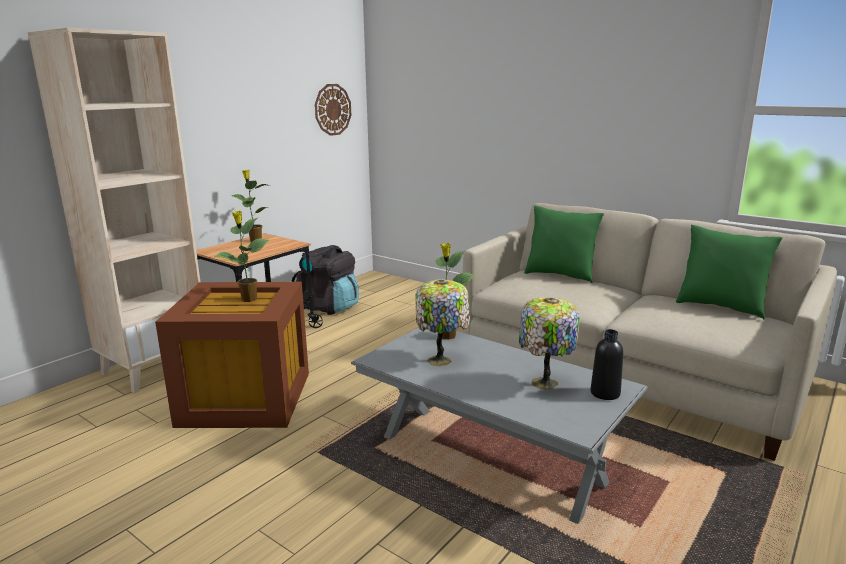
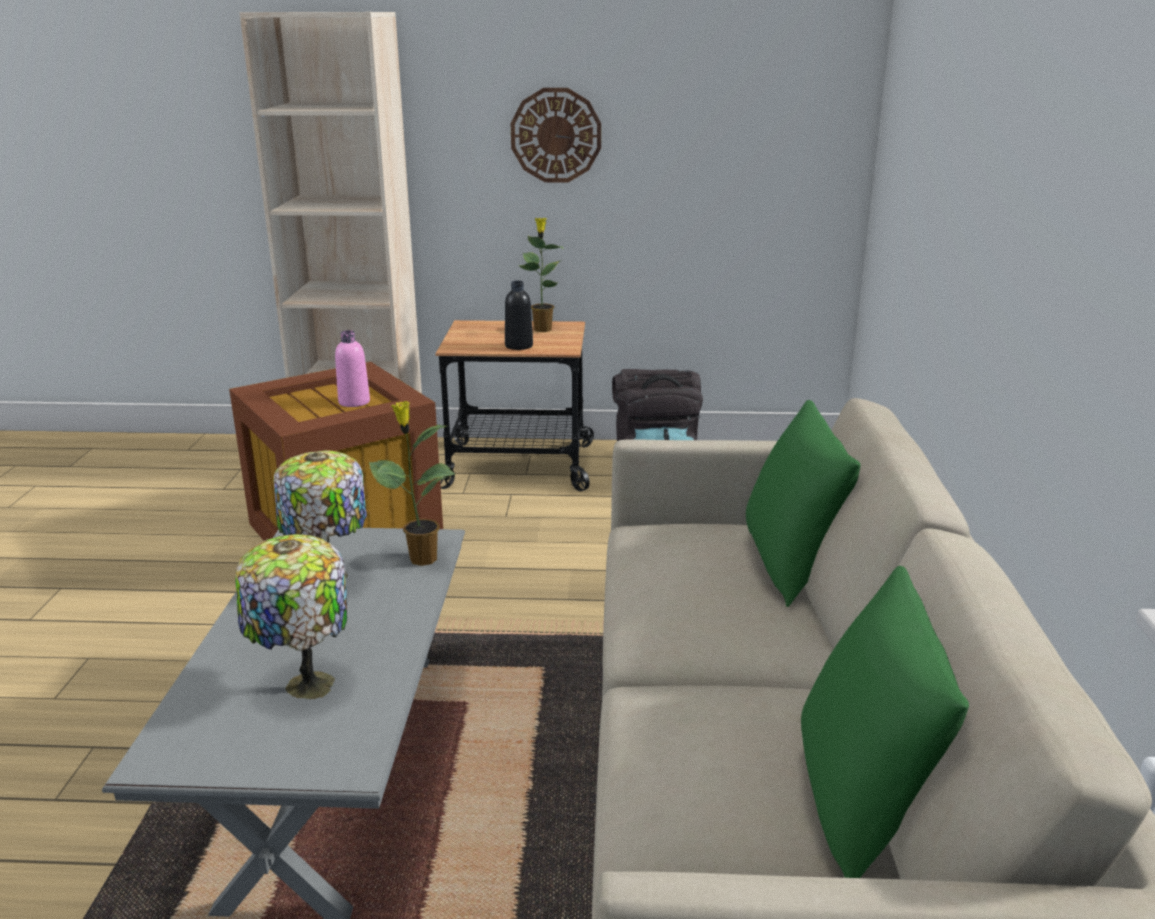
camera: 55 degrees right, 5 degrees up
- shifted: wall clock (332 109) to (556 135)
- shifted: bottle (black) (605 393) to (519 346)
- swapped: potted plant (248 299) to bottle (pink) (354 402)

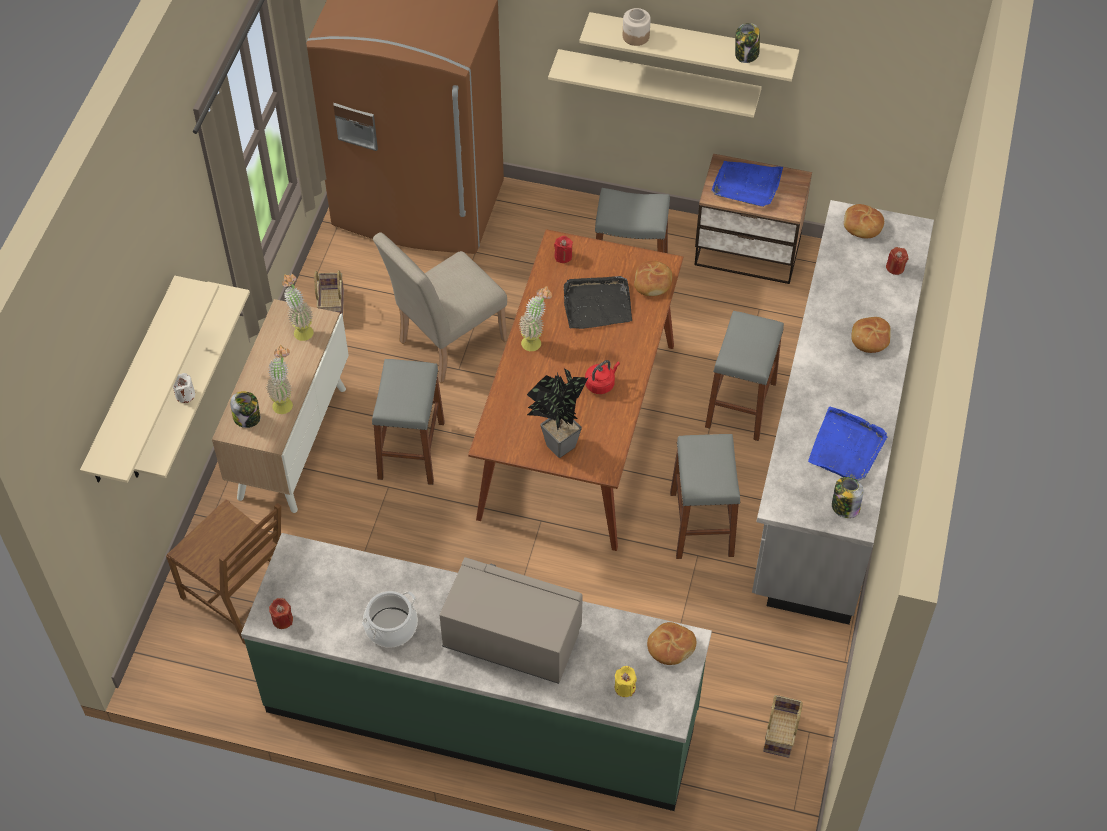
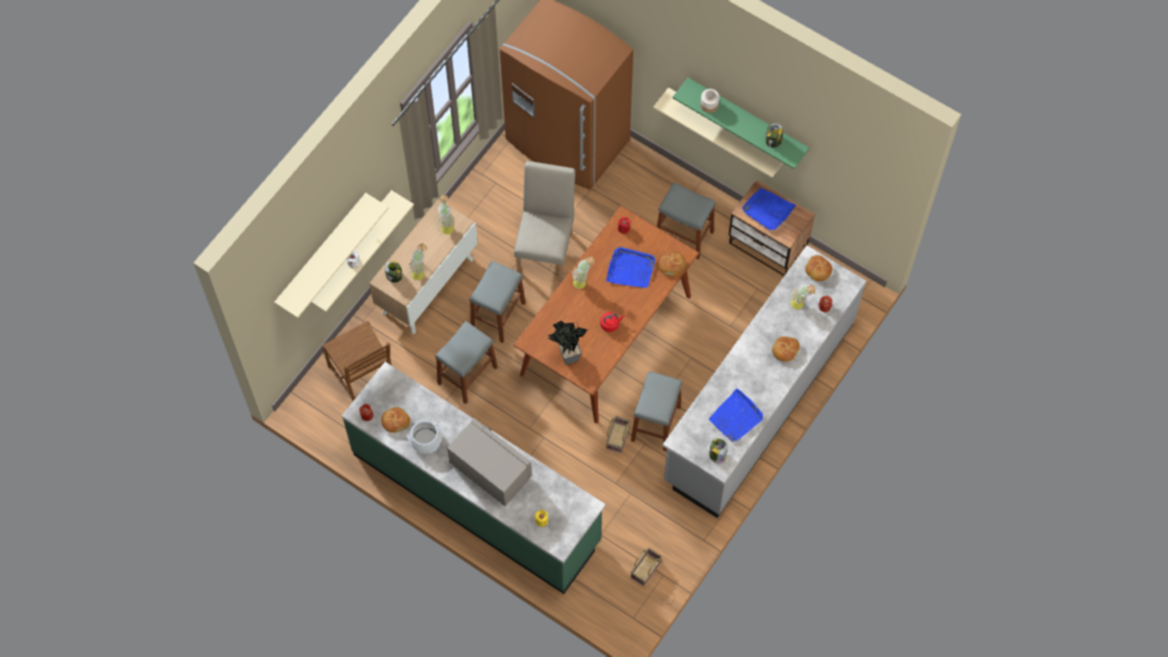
camera: 20 degrees right, 10 degrees up
- new: potted plant (800 305)
- shifted: basket (331 304) to (617 437)
- shifted: bread (670 647) to (395 421)
- shifted: stool (grey) (740 405) to (467 375)
- repainted: tray (black) (596 304) to tray (blue) (630 269)
- repainted: shelf (beige) (692 46) to shelf (green) (747 119)
- rotated: chair (beige) (445 344) = (546 249) 120 degrees clockwise

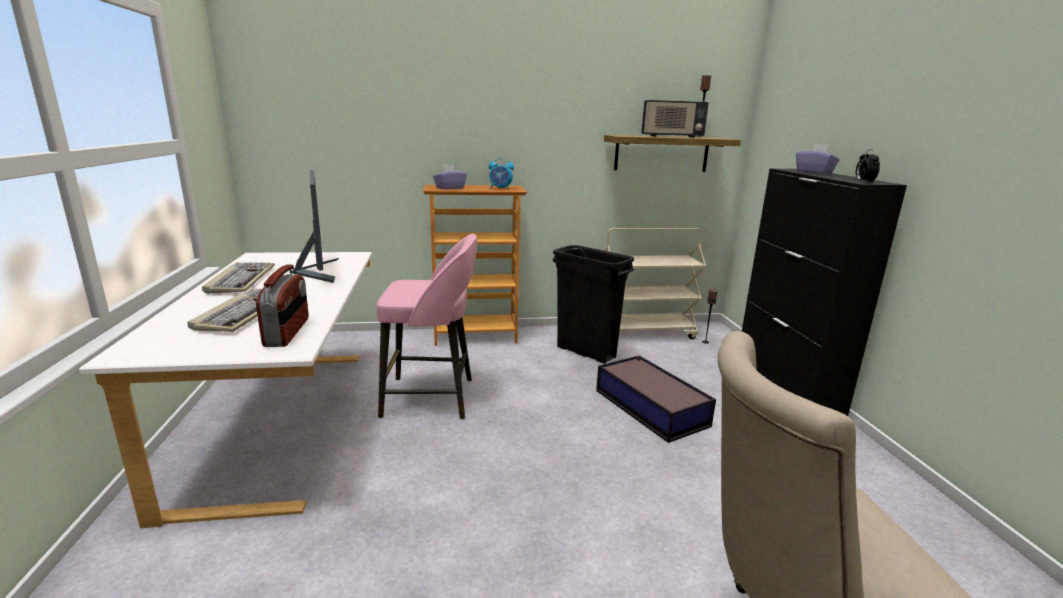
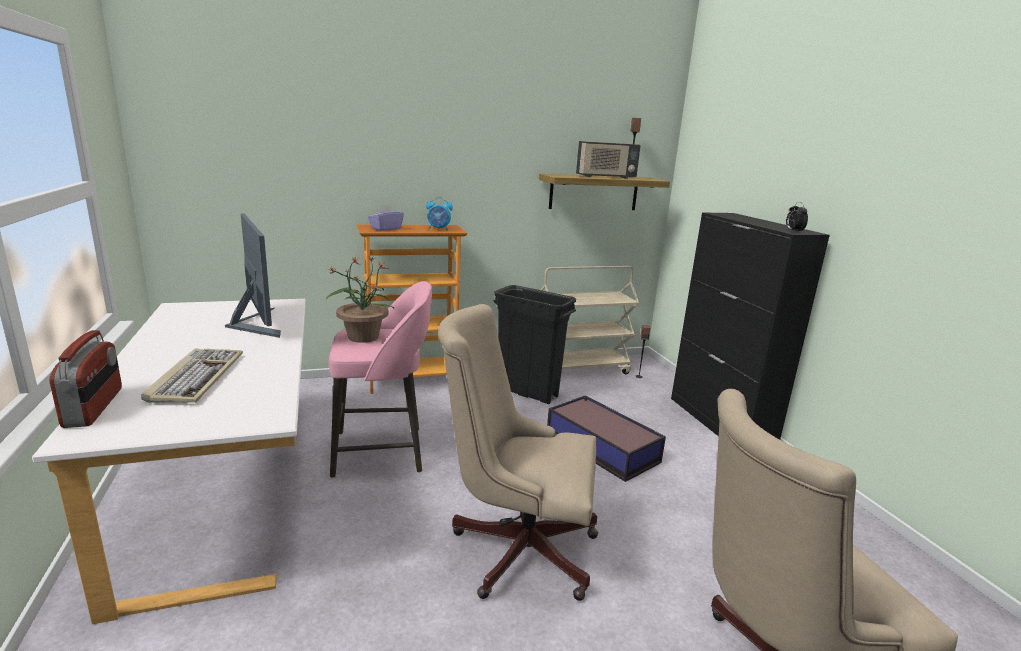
camera: 10 degrees left, 0 degrees up
- gone: keyboard (241 280)
- gone: tissue box (purple) (814 172)
- new: potted plant (362 336)
- new: office chair (beige) (515 547)
- shifted: radio (288 332) to (94 407)

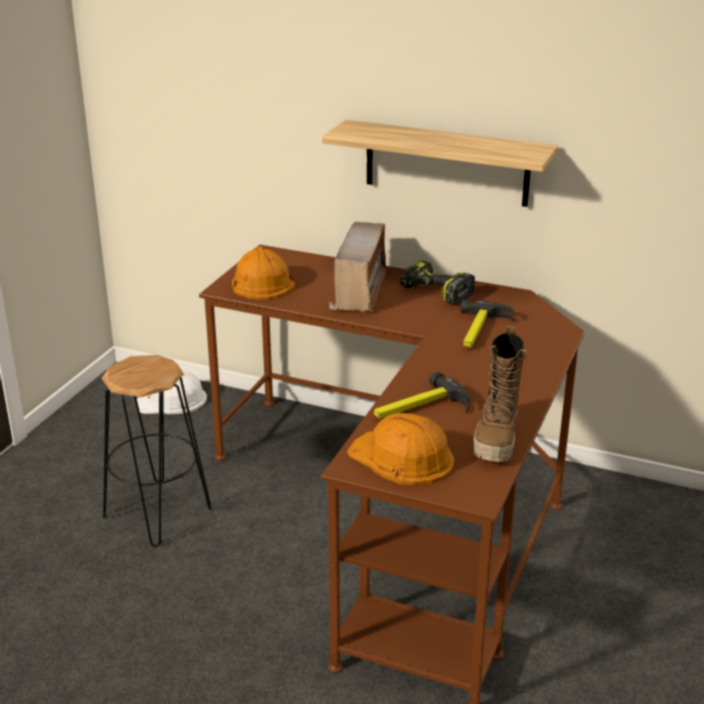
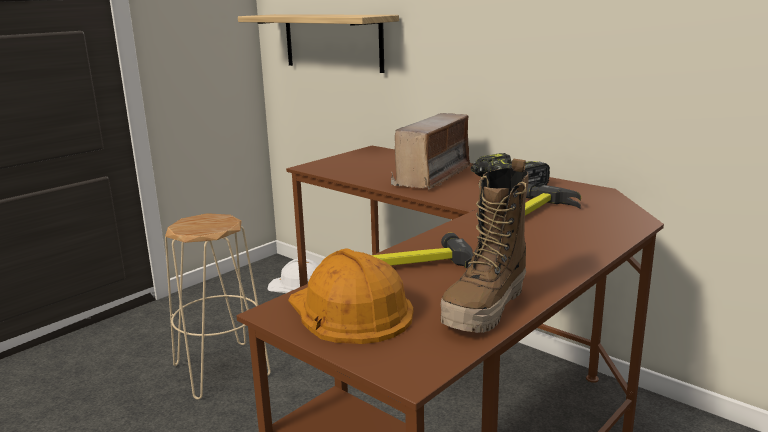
camera: 20 degrees right, 10 degrees down
- gone: hard hat (orange) (261 282)
- shifted: shelf (446 163) to (332 42)
- repainted: stool (black) (158 512) to stool (beige) (222 369)

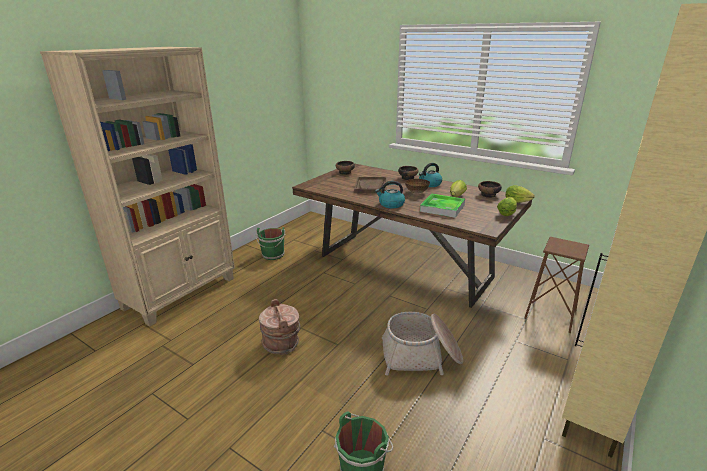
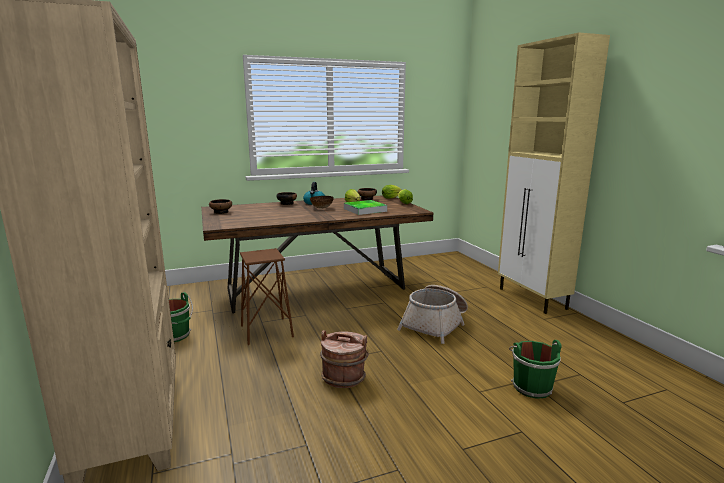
camera: 55 degrees left, 10 degrees down
- gone: tray (brown) (371 186)
- gone: kettle (391 204)
- shifted: stool (brown) (550 315) to (266 331)

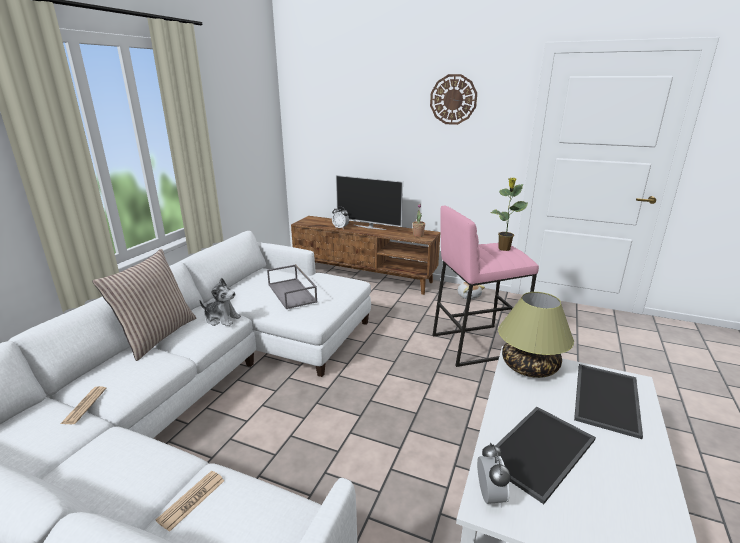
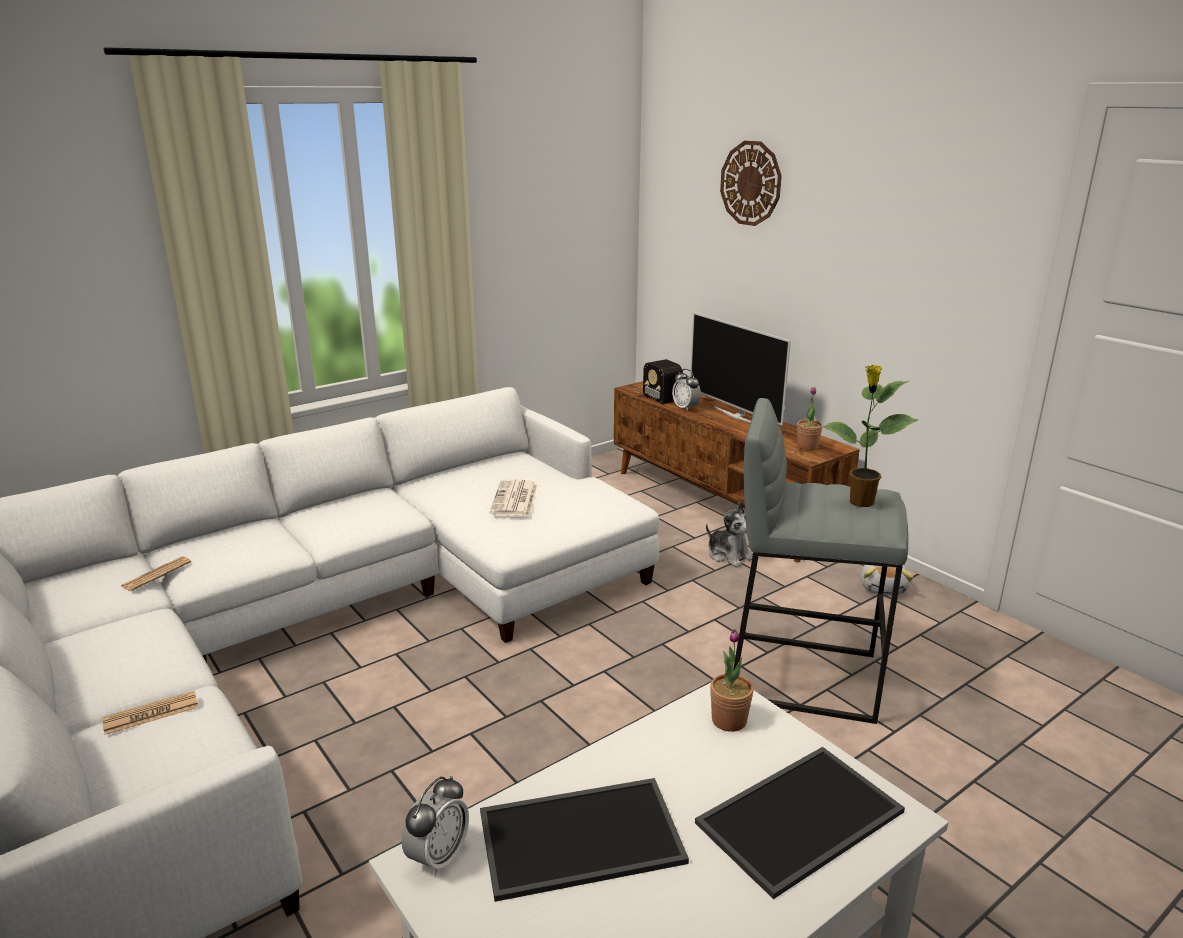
camera: 30 degrees right, 0 degrees up
- gone: pillow (157 335)
- new: radio (656 393)
- shifted: plush toy (222 319) to (728 555)
- shifted: wall clock (453 99) to (751 183)
- swapped: tray (grey) (292 293) to newspaper (515 500)
- swapped: table lamp (529 367) to potted plant (729 720)
- repainted: stool (pink) (475 344) to stool (grey) (803 675)

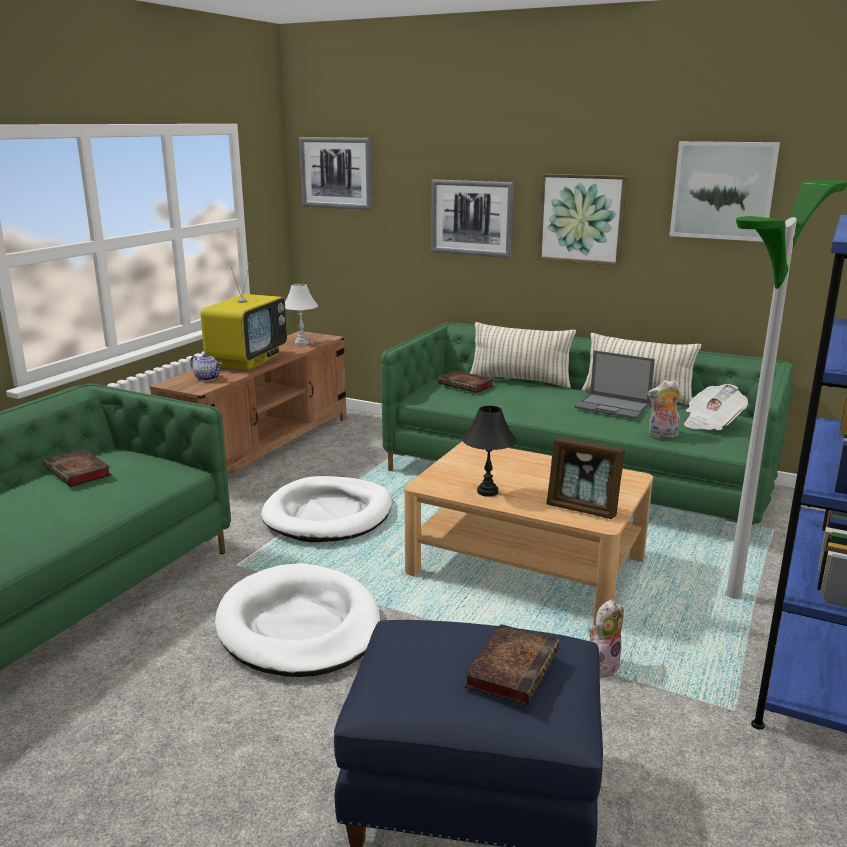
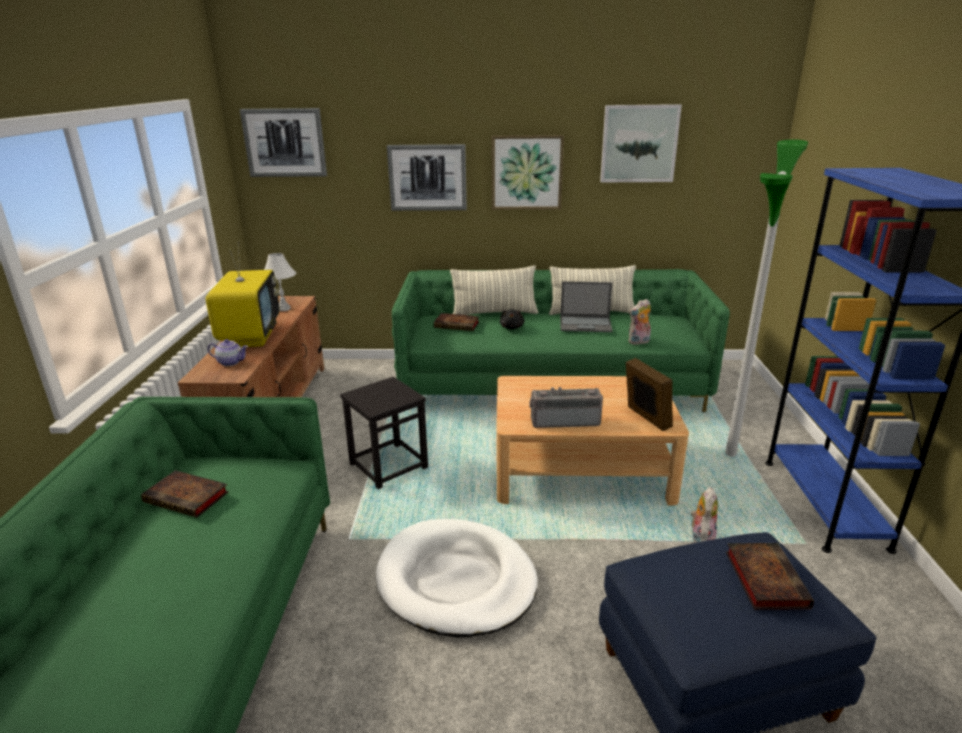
camera: 25 degrees left, 5 degrees up
- gone: newspaper (711 423)
- new: plush toy (black) (512 327)
- swapped: dog bed (white) (328 514) to stool (black) (388 465)
- swapped: table lamp (black) (487 492) to radio (564 420)
- rotated: picture frame (583 509) = (646 418) 120 degrees counterclockwise

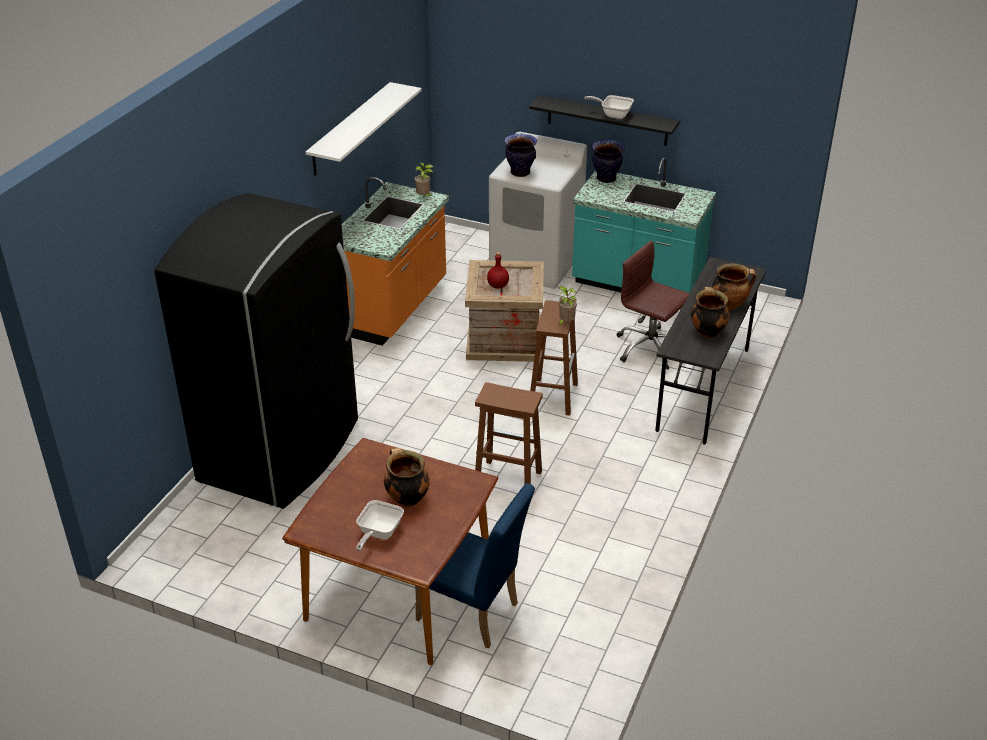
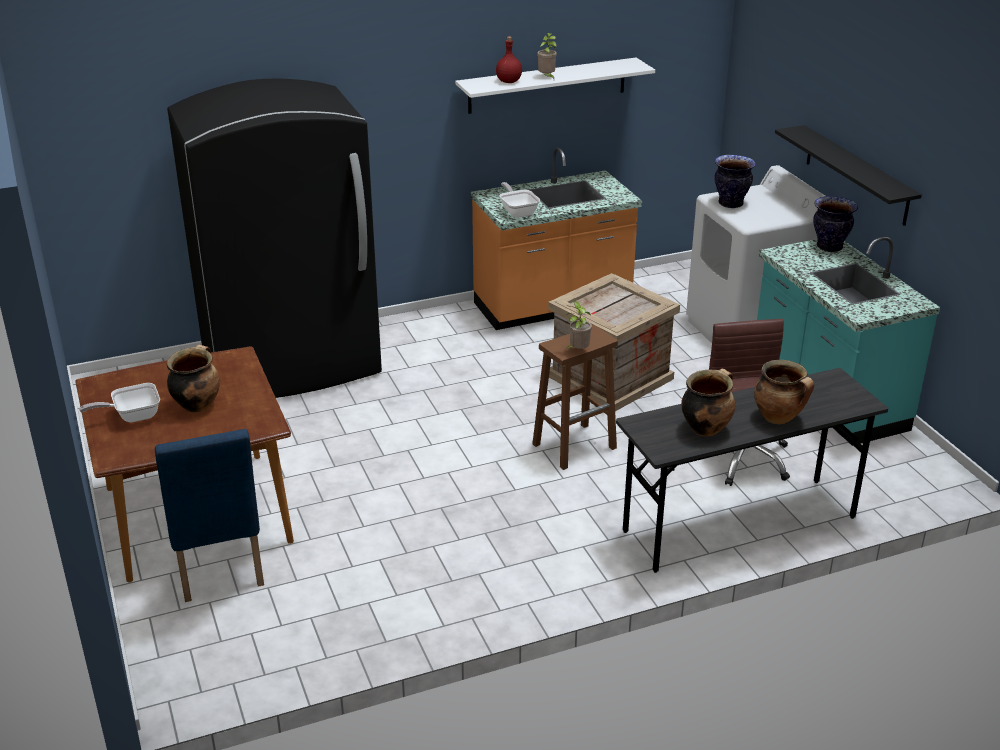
camera: 45 degrees right, 5 degrees down
- gone: stool (brown) (507 480)
- shifted: potted plant (424 197) to (547 78)
- shifted: bottle (red) (498 285) to (509 81)
- shifted: frying pan (613 114) to (518 212)

